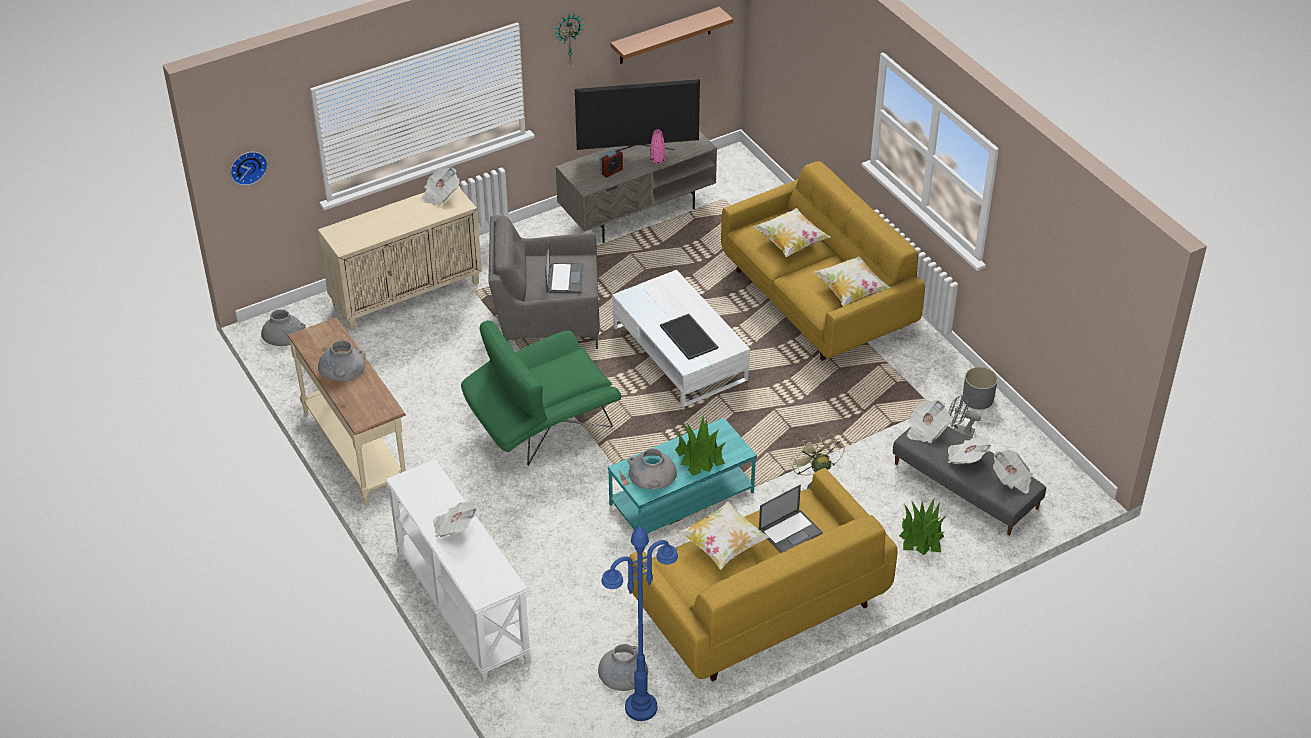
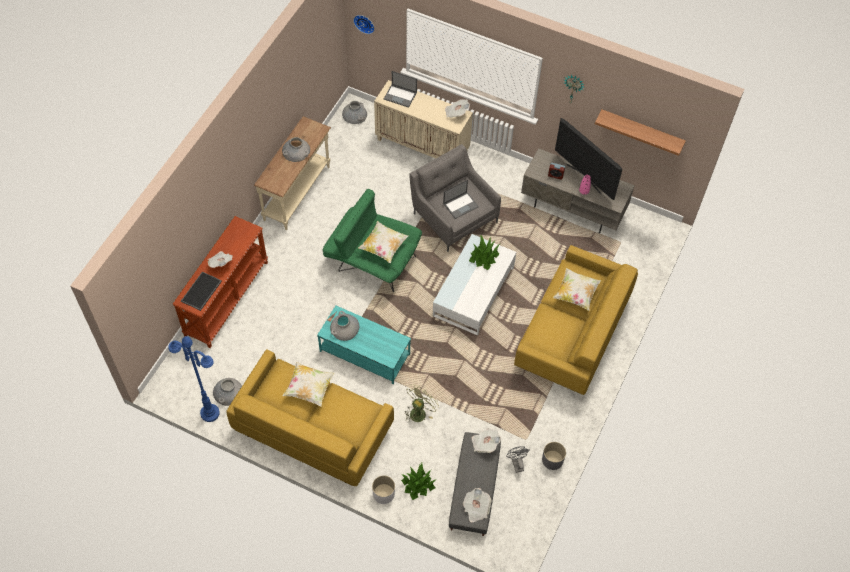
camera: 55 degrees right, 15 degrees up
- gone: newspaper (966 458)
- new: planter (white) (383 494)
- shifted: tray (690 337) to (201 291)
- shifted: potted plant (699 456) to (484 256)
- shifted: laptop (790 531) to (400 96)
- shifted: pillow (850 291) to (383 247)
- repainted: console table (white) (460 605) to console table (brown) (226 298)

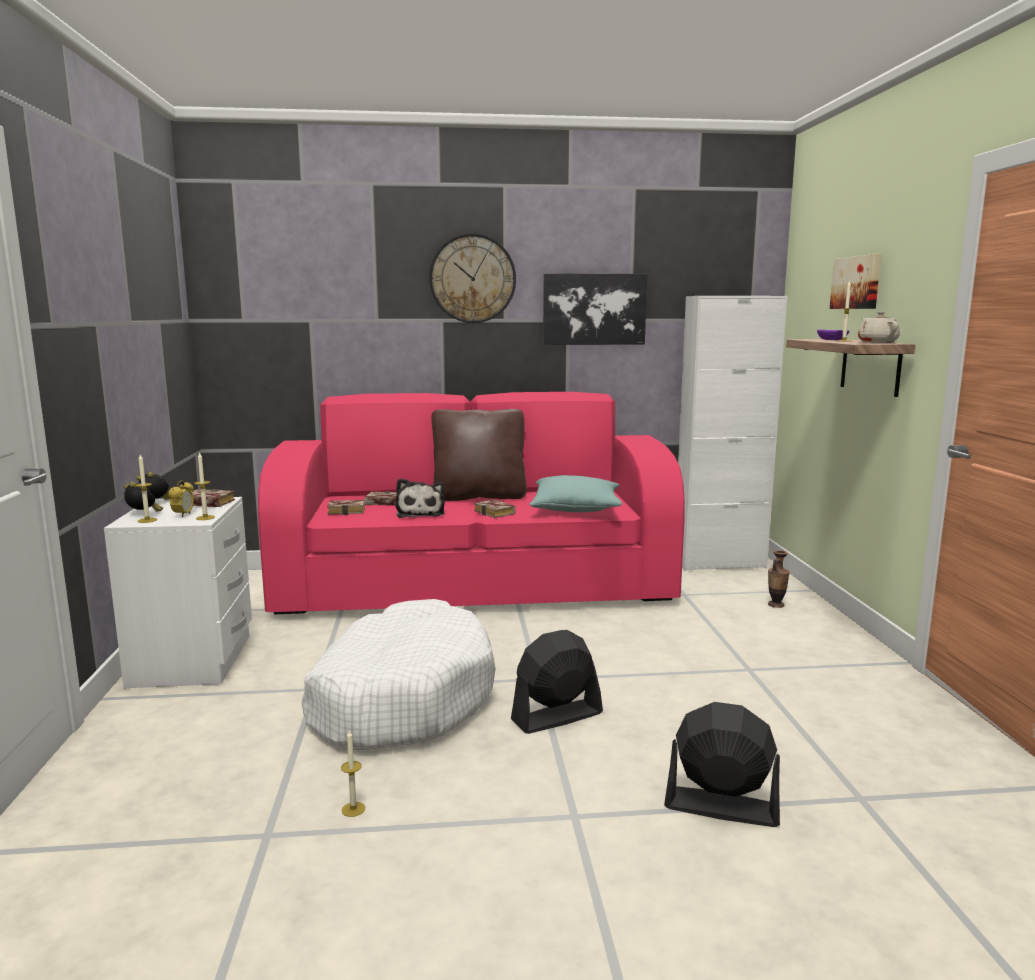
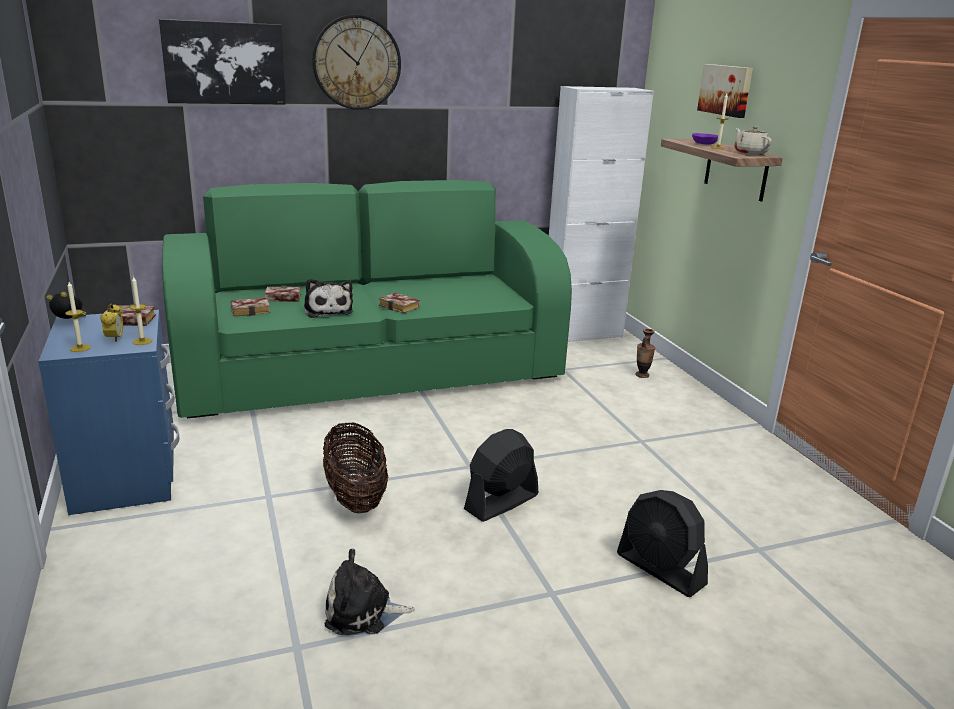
camera: 15 degrees left, 10 degrees up
- gone: alarm clock (143 514)
- gone: pillow (brown) (479 496)
- gone: pillow (turquoise) (576 508)
- shifted: picture (594 309) to (224 63)
- swapped: dog bed (white) (401 697) to basket (355 497)
- swapped: candle (353 809) to plush toy (363 612)
- repainted: nightstand (white) (194 660) to nightstand (blue) (127 477)
- repainted: sofa (pink) (475 587) to sofa (green) (373 373)
- rotated: fan (black) (720 806) = (660 569) 135 degrees counterclockwise

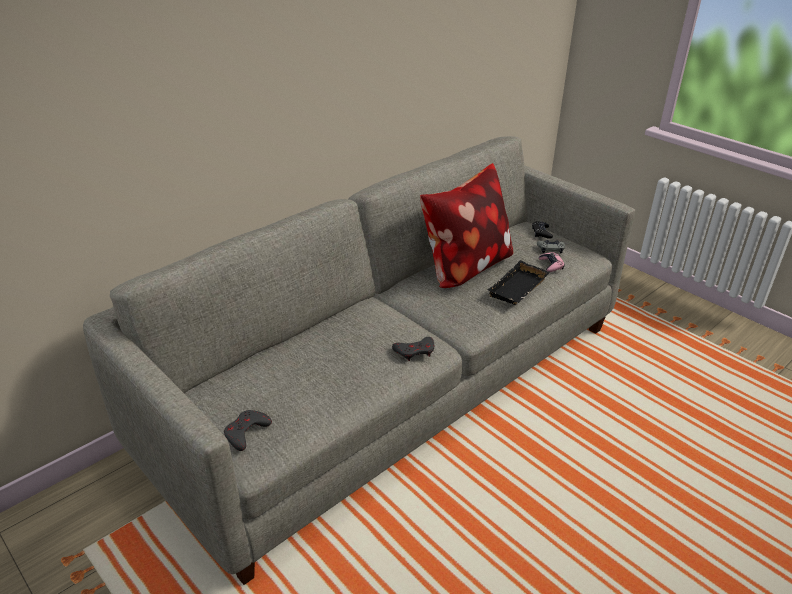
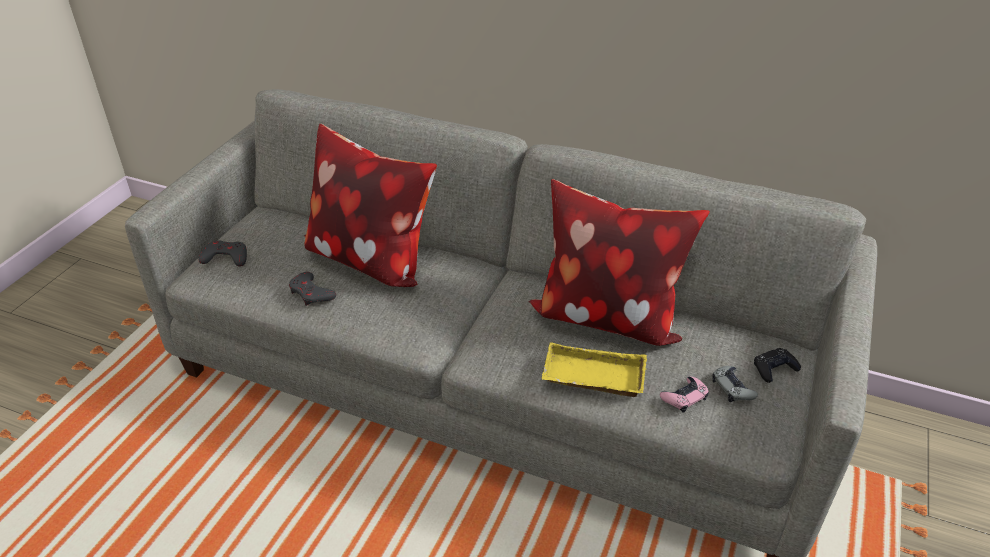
camera: 65 degrees right, 5 degrees up
- new: pillow (370 258)
- shifted: game controller (grey) (415 351) to (311 293)
- repainted: tray (black) (519 289) to tray (yellow) (591 378)

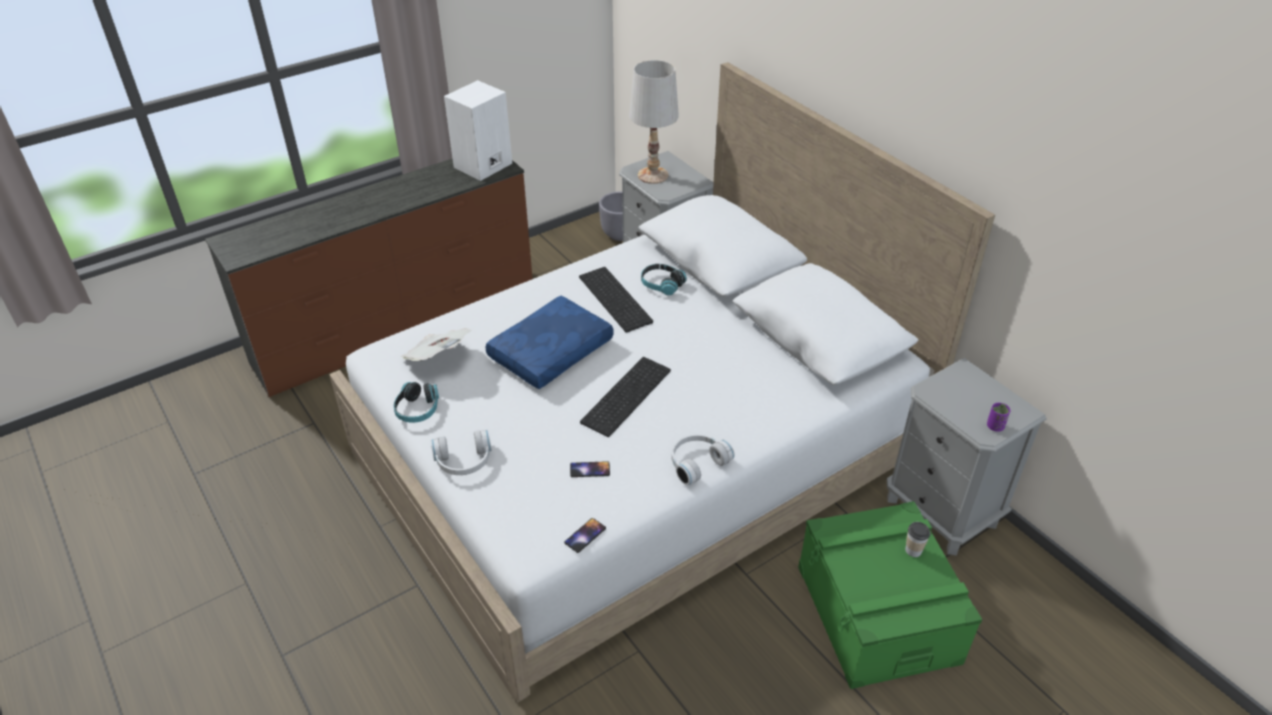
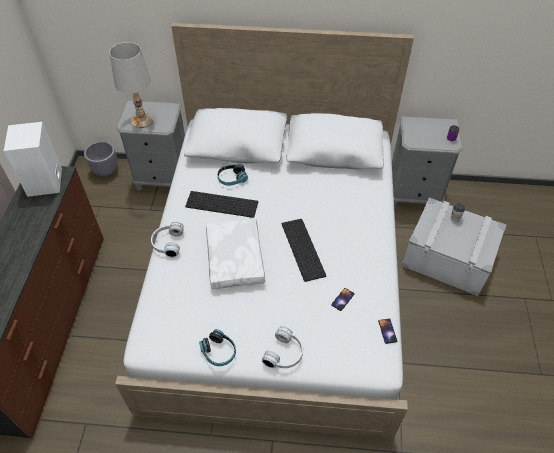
camera: 50 degrees left, 10 degrees up
- gone: newspaper (438 358)
- shifted: headphones (white) (696 462) to (167 243)
- repainted: pillow (blue) (551 353) to pillow (white) (236 259)
- repainted: storage box (green) (877 614) to storage box (grey) (448 257)

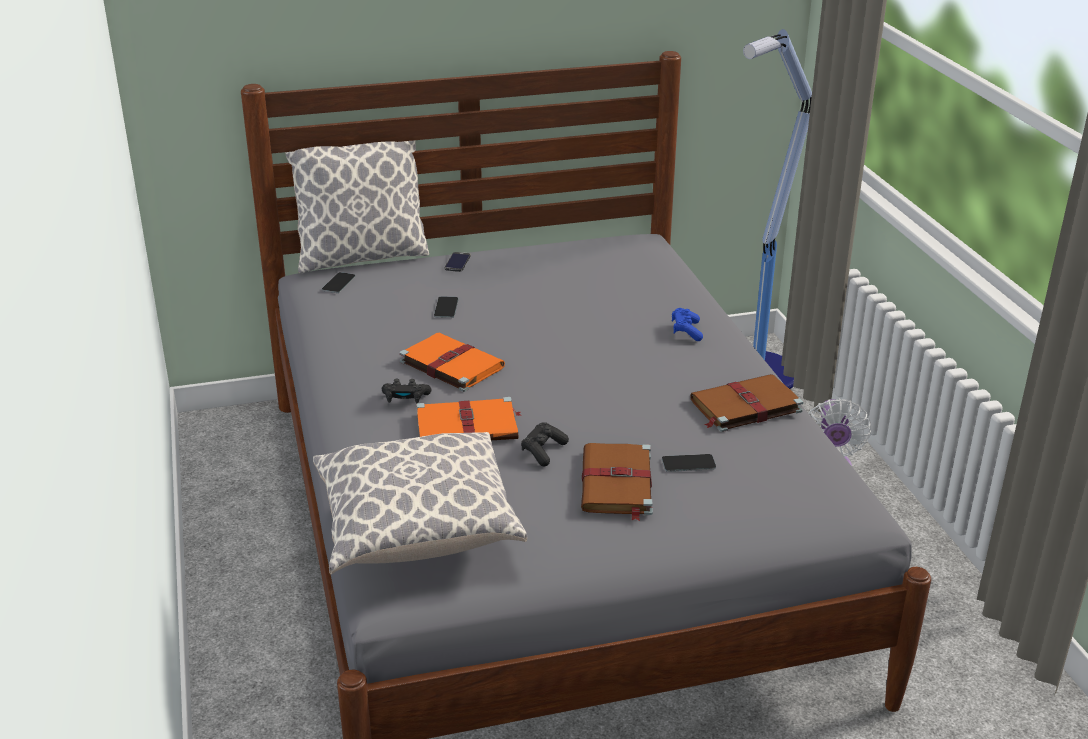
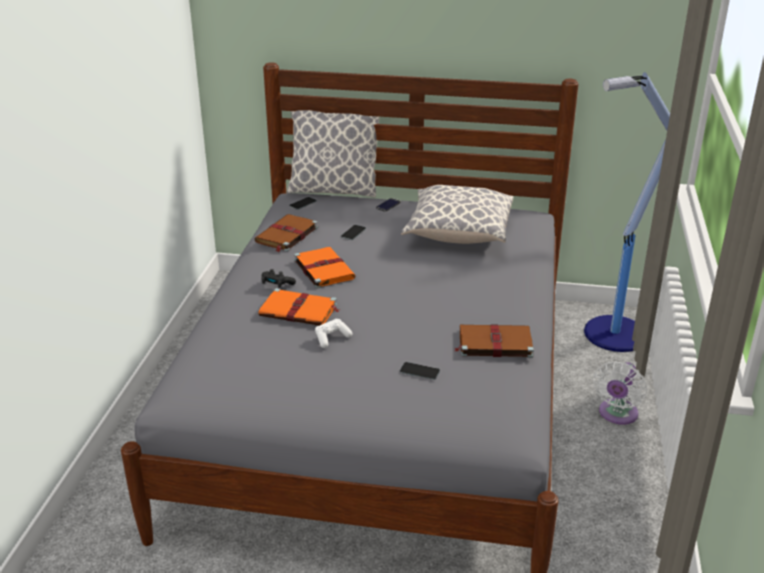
camera: 25 degrees right, 0 degrees up
- gone: game controller (blue) (686 331)
- shifted: pillow (417 530) to (458 234)
- shifted: book (brown) (617 484) to (286 235)
- repainted: game controller (black) (543 451) to game controller (white) (331 338)

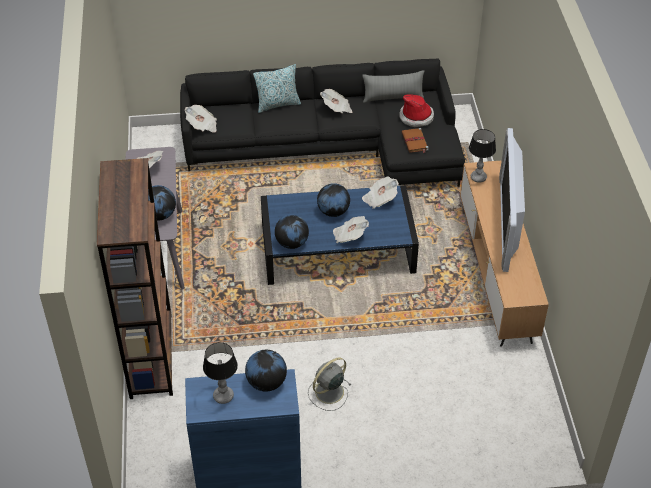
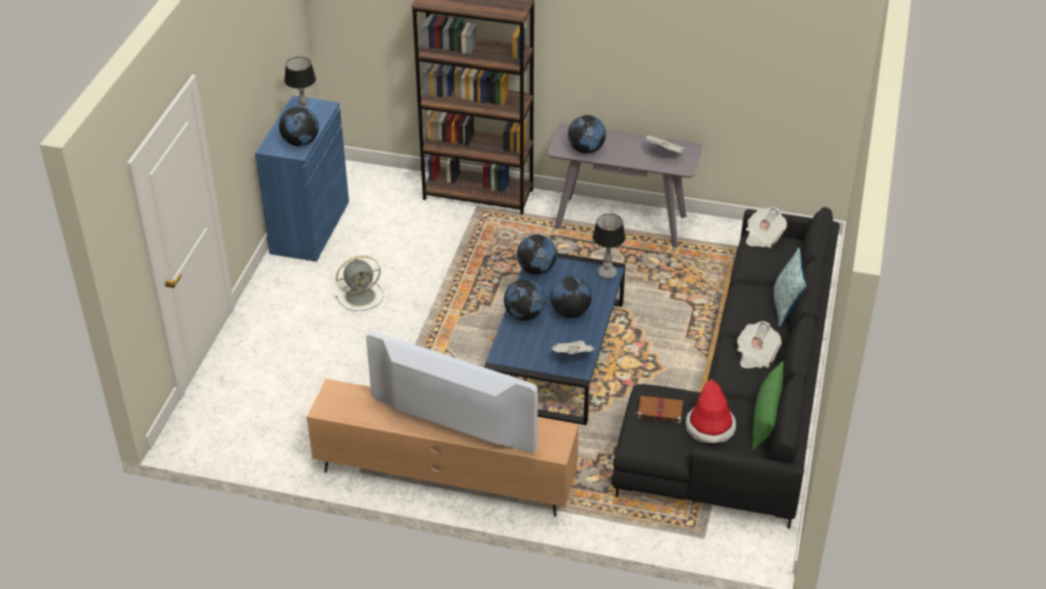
camera: 110 degrees right, 5 degrees down
- shifted: table lamp (478 177) to (607 274)
- swapped: newspaper (349 236) to globe (524 315)
- repainted: pillow (grey) (393 97) to pillow (green) (765 419)
- rotated: fan (grey) (328 393) = (361 296) 90 degrees clockwise

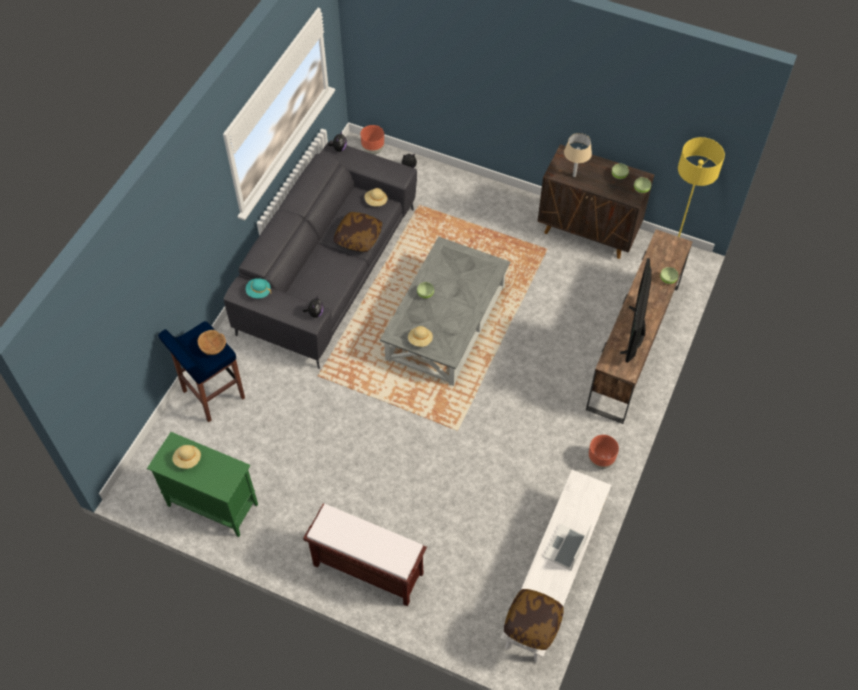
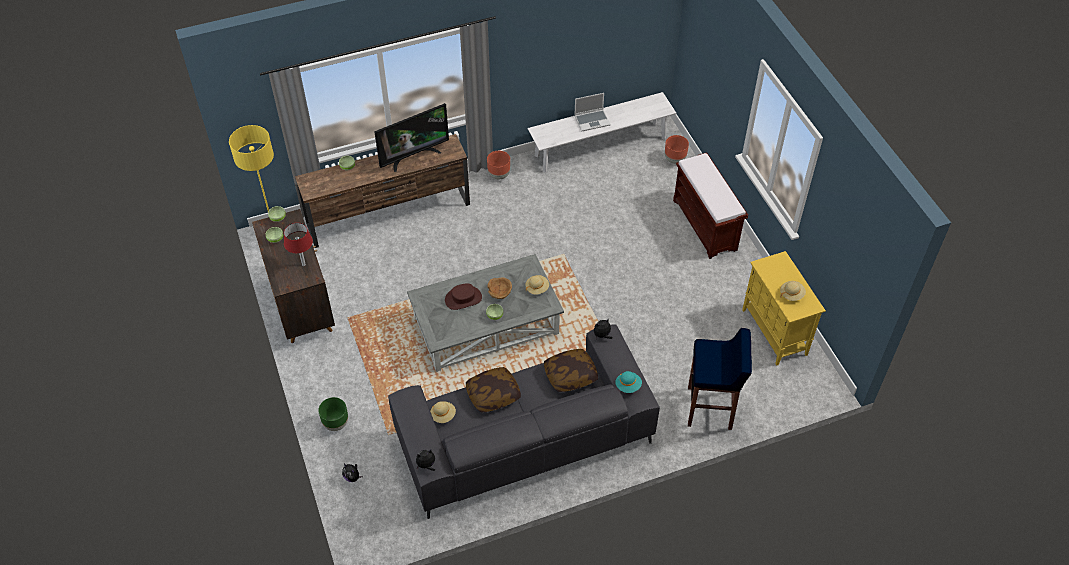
camera: 135 degrees left, 5 degrees down
- new: planter (green) (336 424)
- new: hat (brown) (463 298)
- shifted: bowl (brown) (213 347) to (500 292)
- shifted: planter (brown) (373 150) to (674 159)
- shifted: pillow (533 622) to (570 375)
- repainted: cabinet (green) (212 505) to cabinet (yellow) (775 333)
- repainted: table lamp (beige) (574 176) to table lamp (red) (304 264)

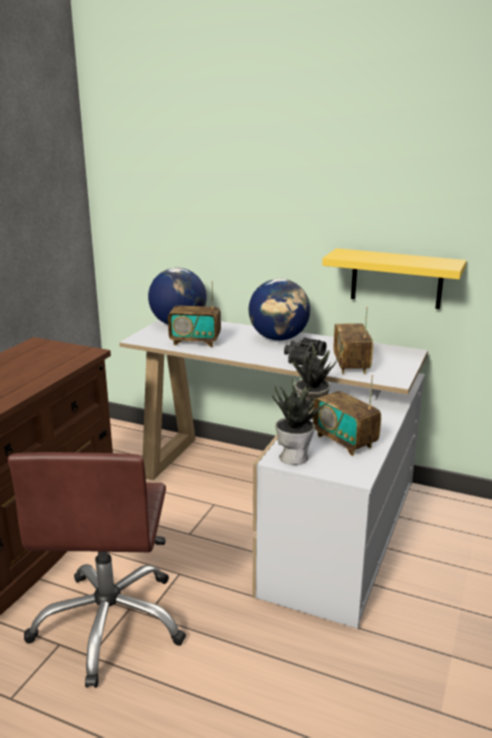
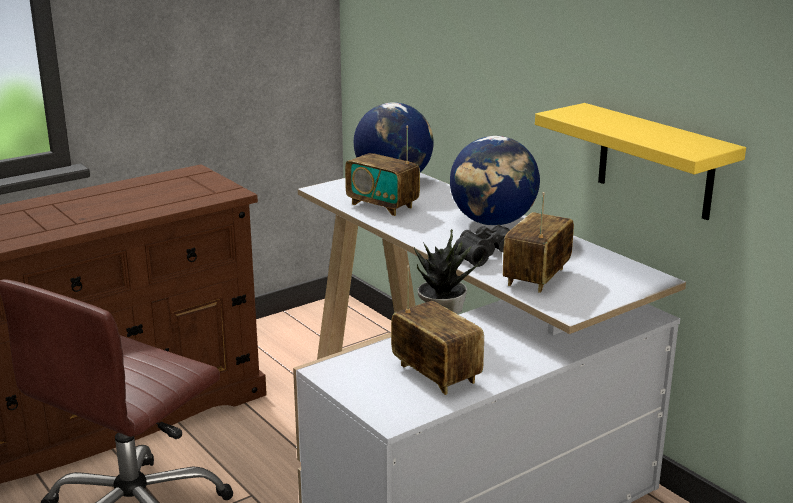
camera: 30 degrees right, 0 degrees up
- gone: potted plant (294 456)
- rotated: radio (344 441) = (436 374) 150 degrees clockwise

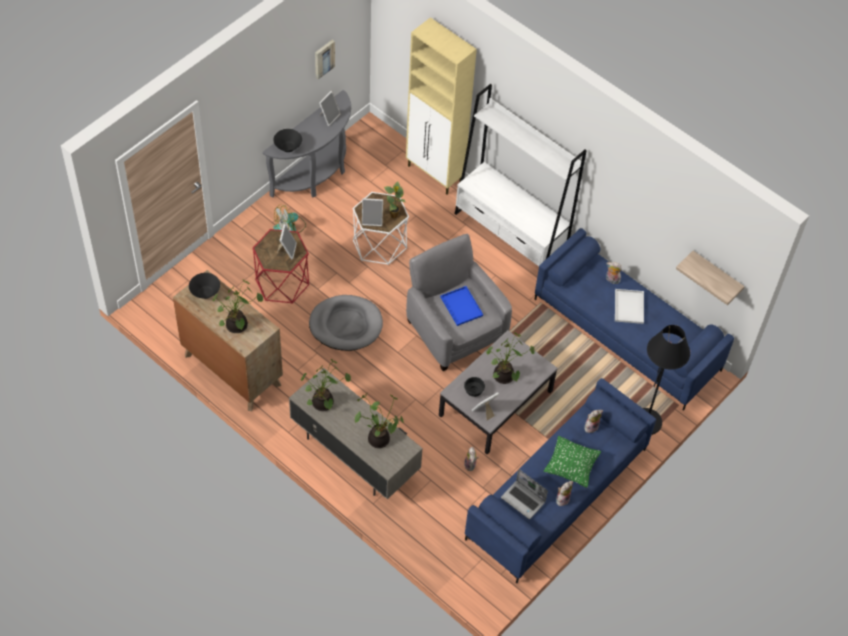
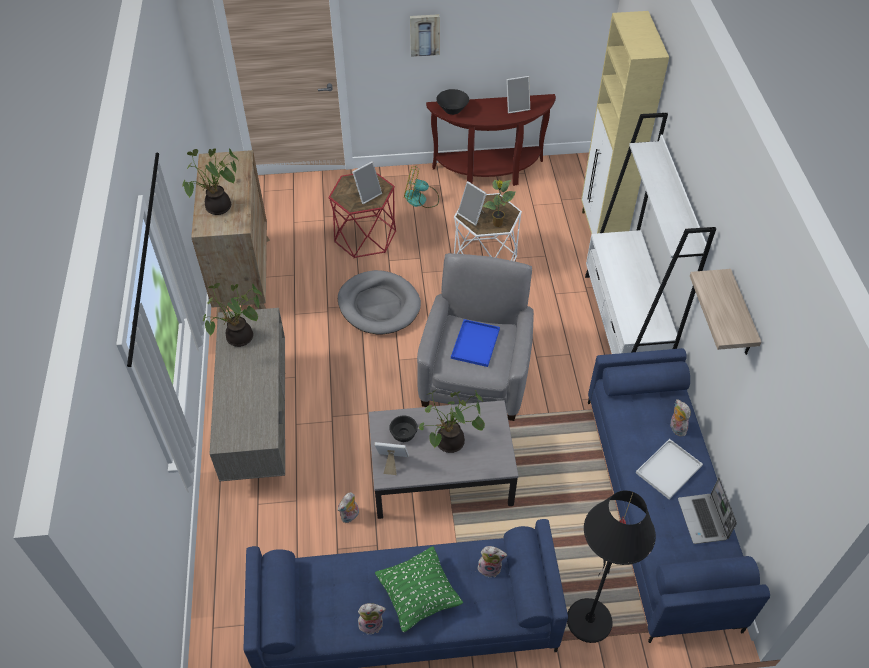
camera: 45 degrees right, 5 degrees down
- gone: bowl (black) (205 293)
- gone: potted plant (379 438)
- shifted: picture (323 58) to (424 34)
- shifted: laptop (523 500) to (703 520)
- shifted: shelf (716 275) to (741 316)
- repainted: console table (grey) (315 175) to console table (brown) (489 173)

